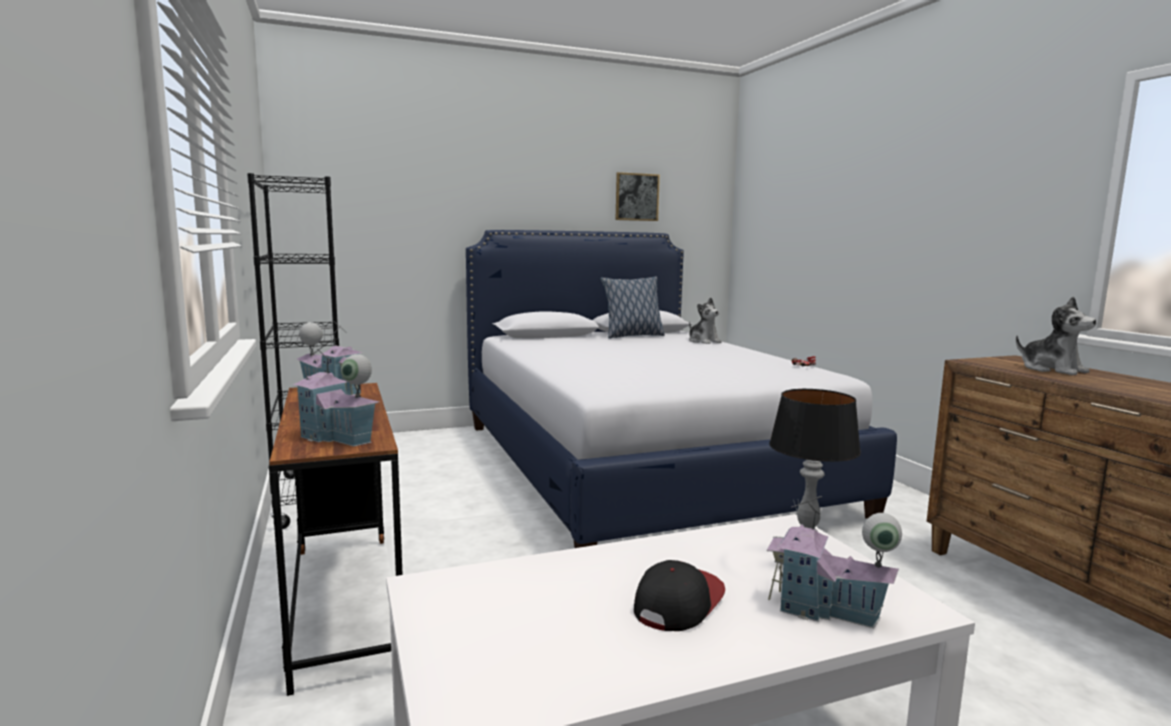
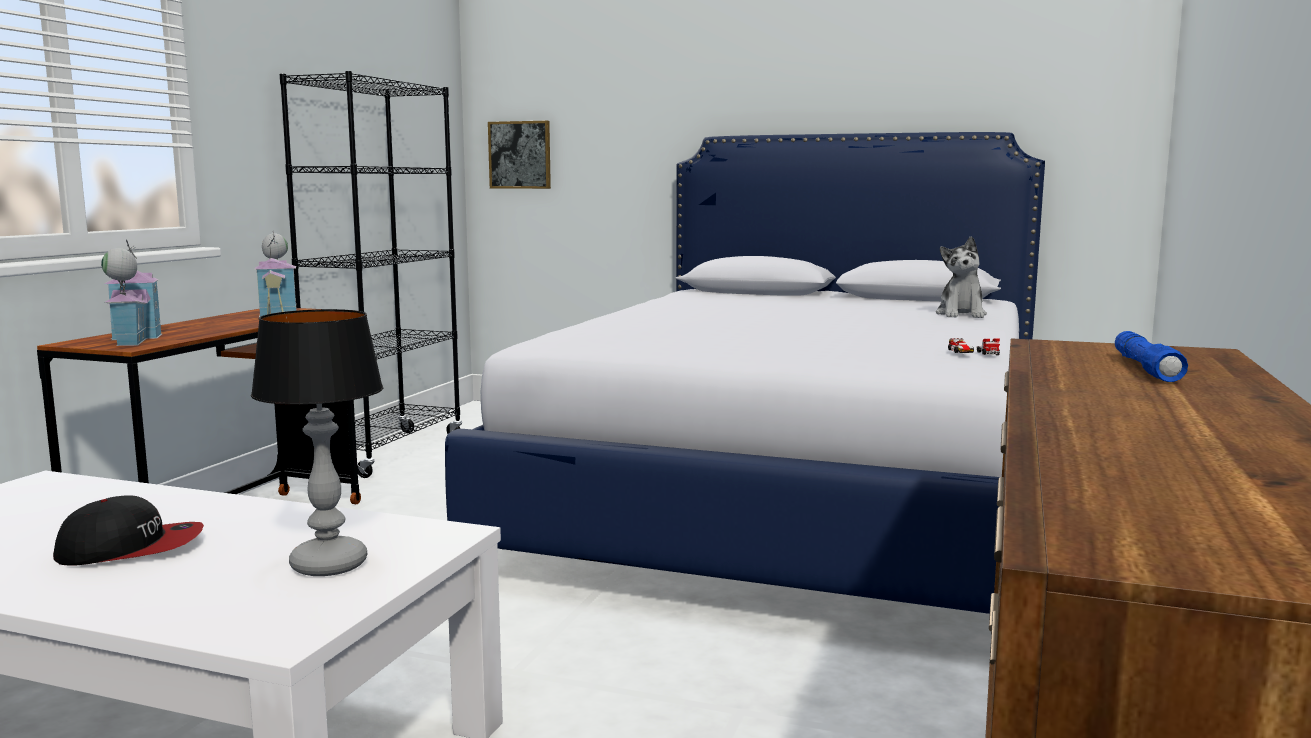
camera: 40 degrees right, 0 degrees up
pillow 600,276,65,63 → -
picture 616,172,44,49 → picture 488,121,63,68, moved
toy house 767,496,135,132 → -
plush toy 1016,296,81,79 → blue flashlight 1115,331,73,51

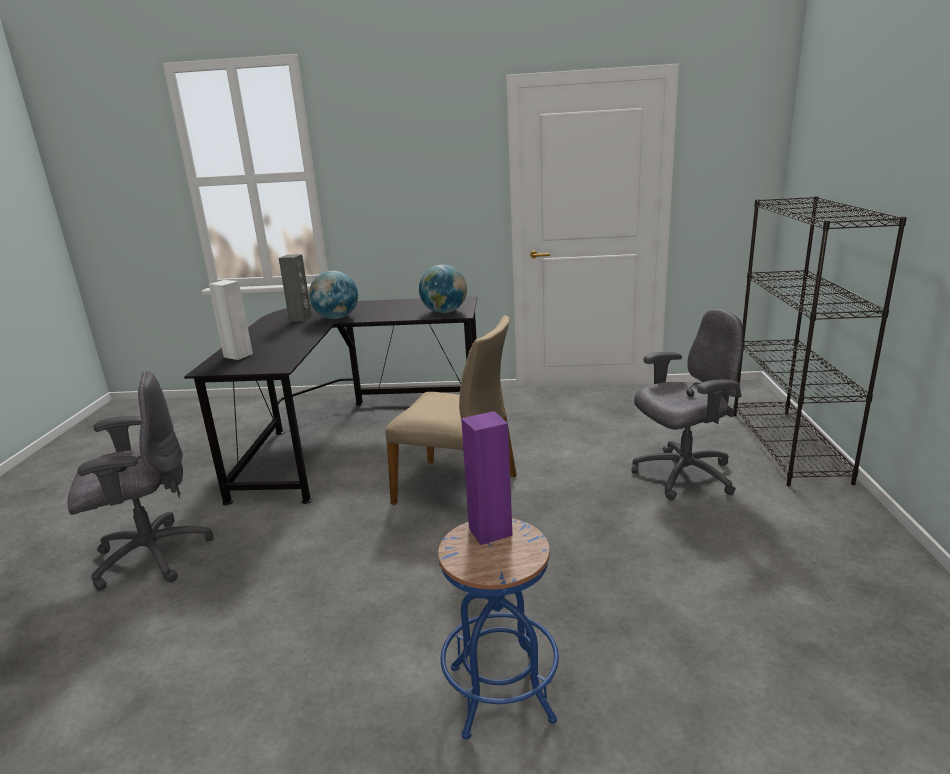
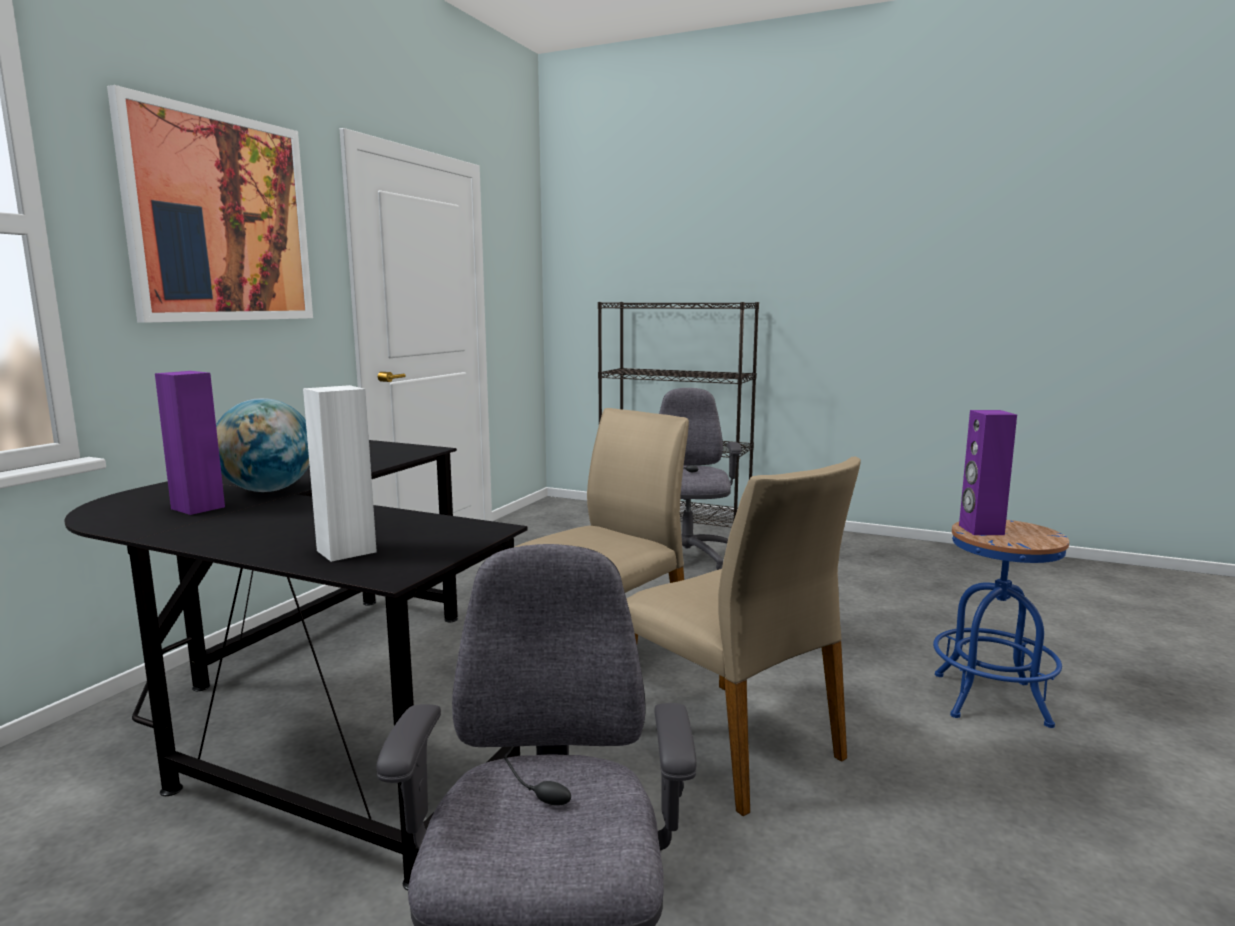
camera: 70 degrees left, 10 degrees down
grey speaker 279,254,33,68 → purple speaker 155,371,70,144
globe 419,265,48,48 → -
- → picture 107,85,206,238
- → beige chair 626,456,235,360

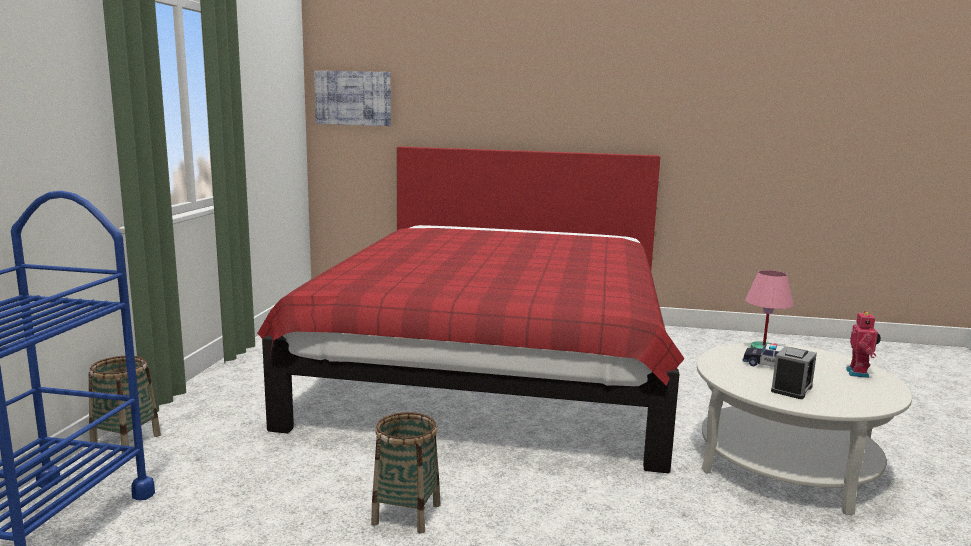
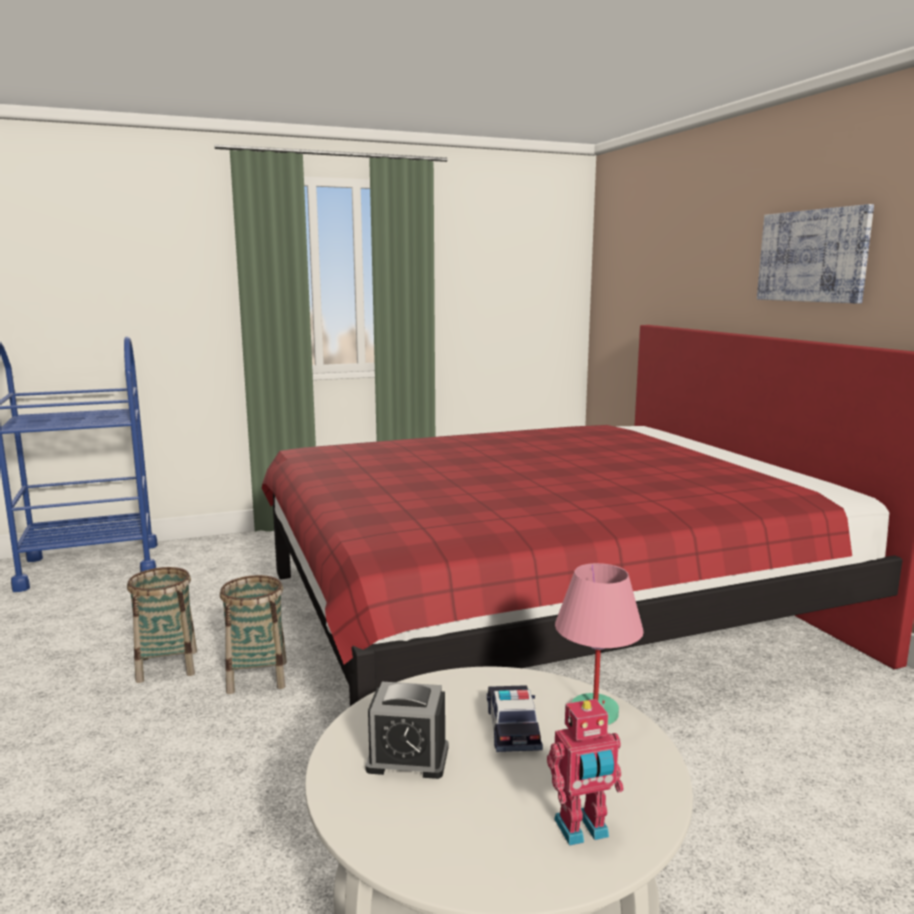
camera: 60 degrees right, 0 degrees up
basket 89,356,72,97 → basket 220,575,67,119, moved
picture 314,71,77,55 → picture 757,204,117,99, moved

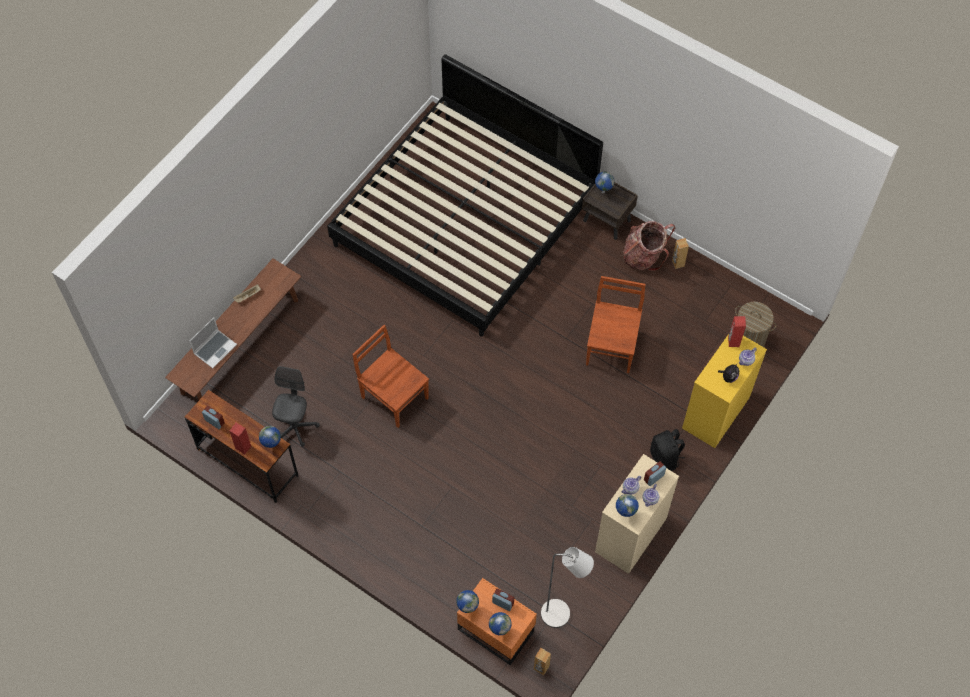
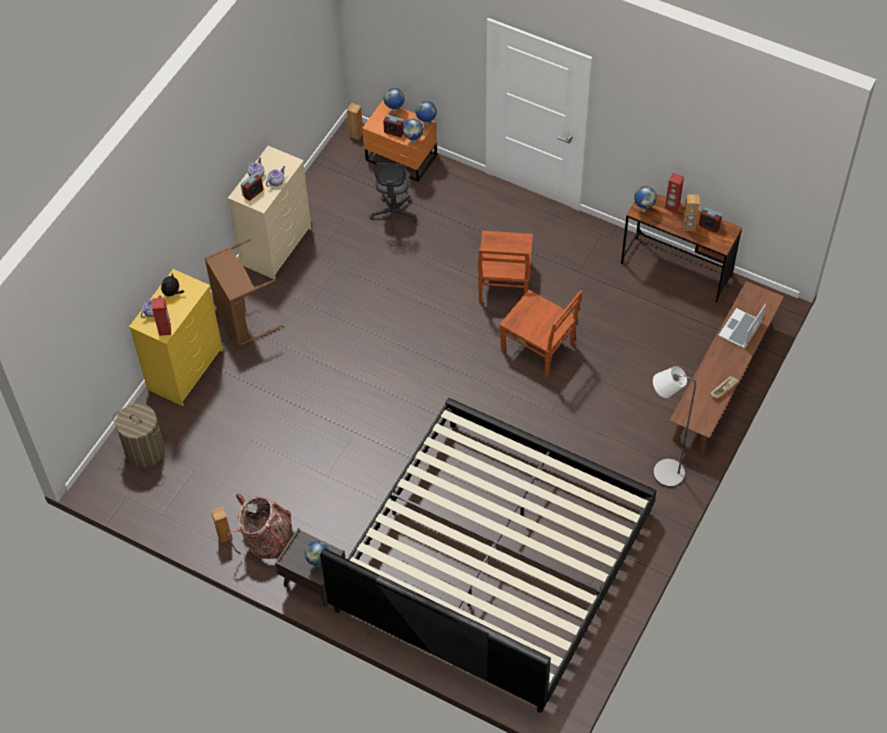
camera: 175 degrees right, 5 degrees down
grey office chair 272,366,48,81 → grey office chair 369,163,49,71, moved
grey floor lamp 541,547,53,81 → grey floor lamp 653,366,43,121, moved
brown chair 586,276,60,97 → brown chair 478,231,55,72, moved
globe 616,494,23,23 → globe 402,119,22,25, moved
black backpack 650,429,35,42 → brown laundry basket 205,239,77,107
- → brown speaker 682,194,18,37

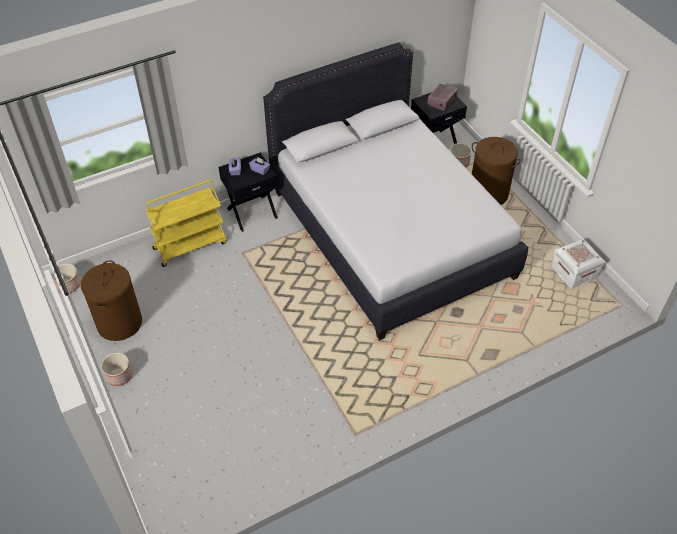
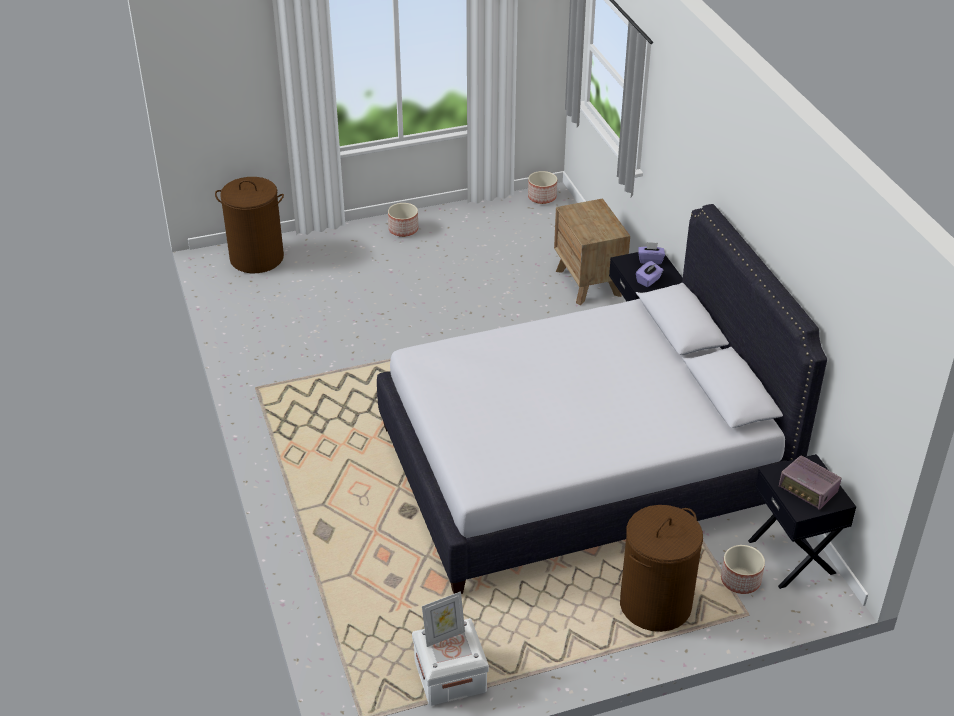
camera: 100 degrees right, 10 degrees down
brown laundry basket 81,260,61,81 → brown laundry basket 215,177,69,96, moved
yellow cart 146,180,81,87 → brown nightstand 554,198,76,107
- → picture frame 422,591,43,56

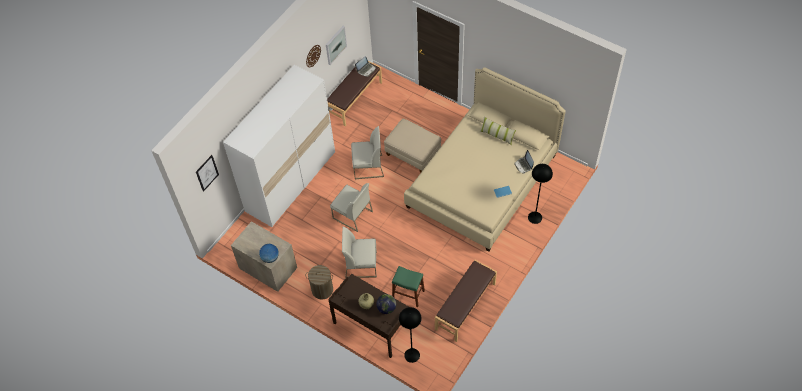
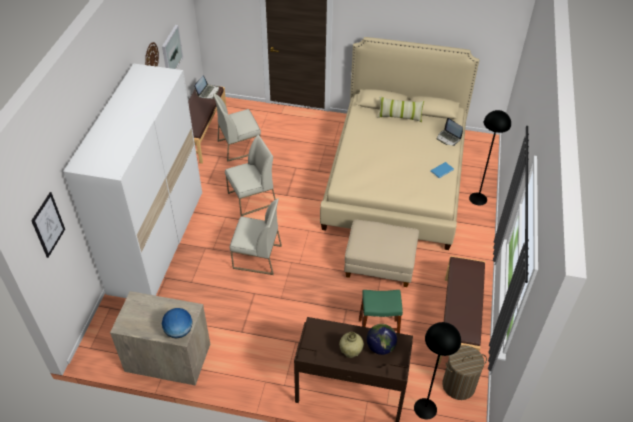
camera: 25 degrees left, 10 degrees down
laundry basket 305,265,28,34 → laundry basket 442,345,45,55, moved
white chair 342,227,35,51 → white chair 213,93,48,69, moved
beige ottoman 384,119,57,54 → beige ottoman 344,219,75,68, moved

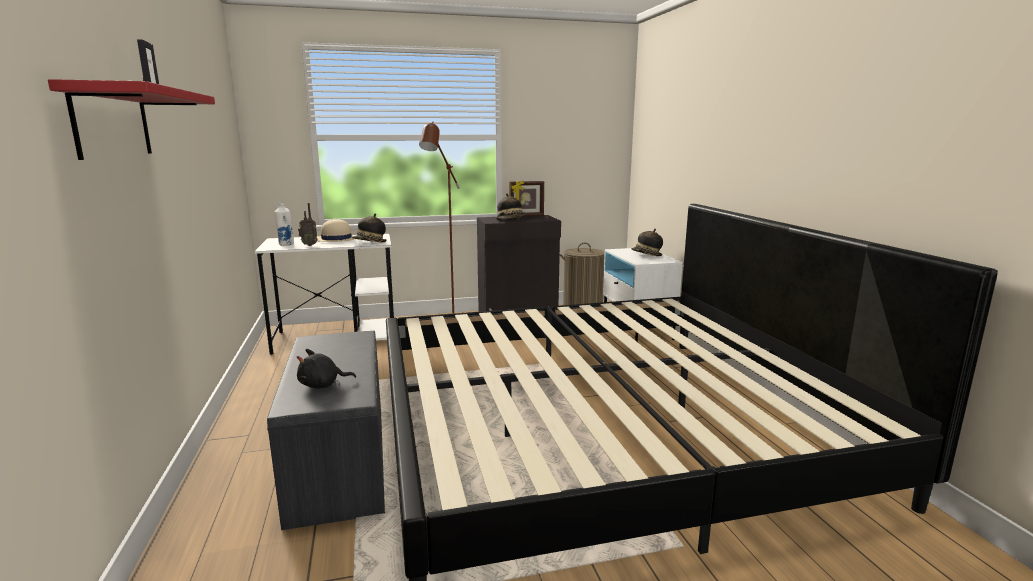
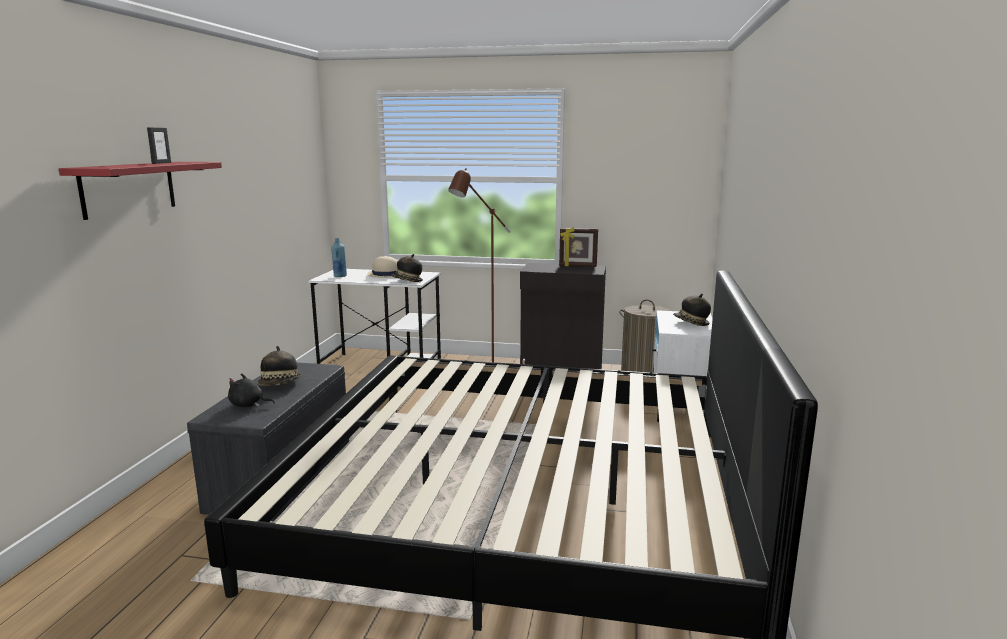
camera: 25 degrees right, 0 degrees up
white bottle 275,202,19,44 → blue bottle 331,238,16,39
radio 298,203,19,43 → -
hat 496,193,29,27 → hat 258,346,44,40, moved

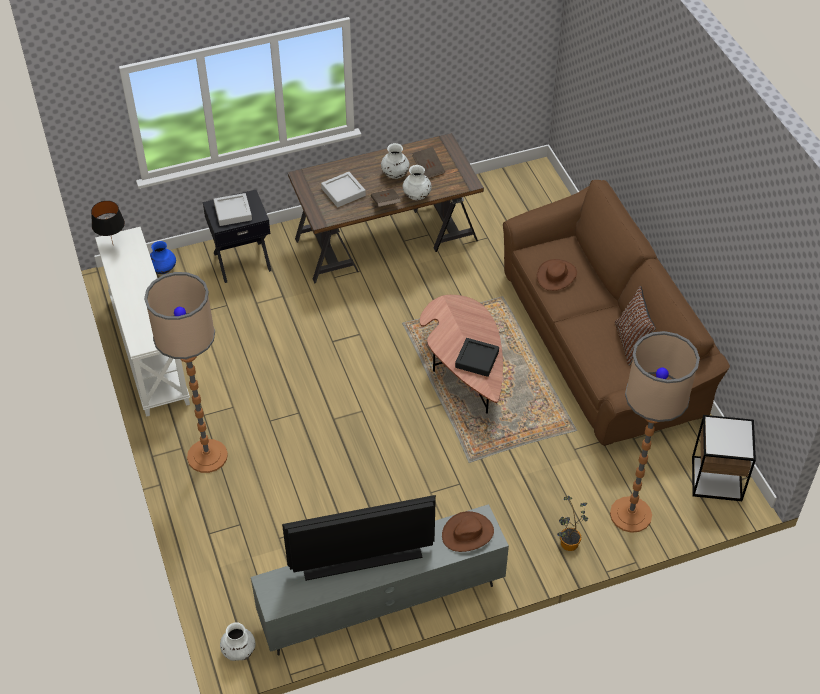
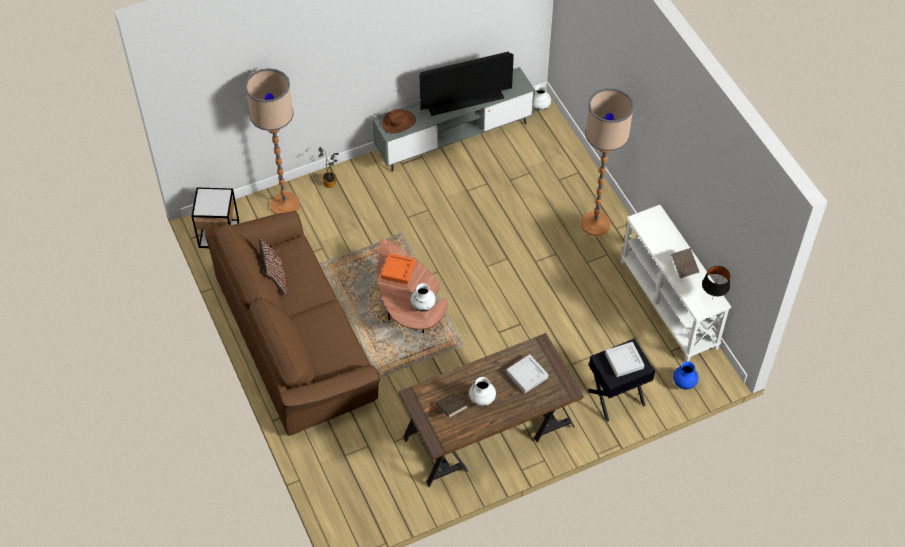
camera: 175 degrees right, 5 degrees up
brown book 371,189,30,18 → brown book 671,248,28,31, moved
white vase 402,165,30,35 → white vase 411,283,25,29, moved
black tray 455,338,44,39 → orange tray 381,253,34,31
brown hat 537,259,40,32 → -

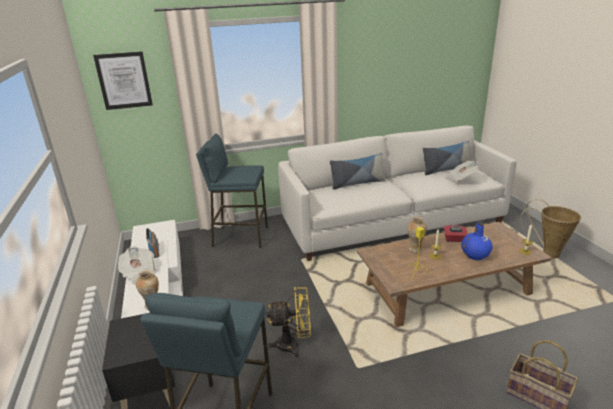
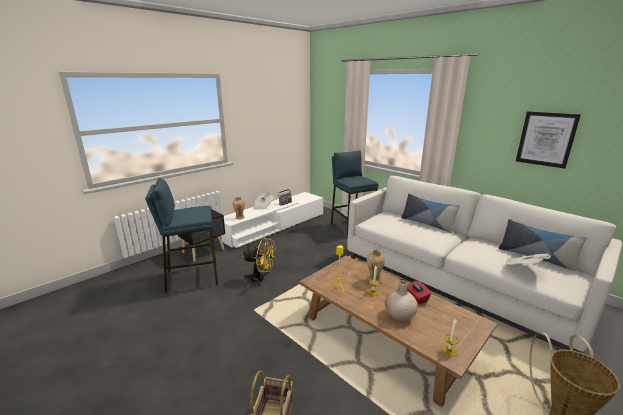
camera: 60 degrees right, 5 degrees down
picture 93,51,60,59 → picture 516,111,65,58, moved
yellow fan 266,287,45,70 → yellow fan 242,238,34,48, 45 degrees counterclockwise
blue vase 461,223,31,37 → beige vase 385,280,33,41

